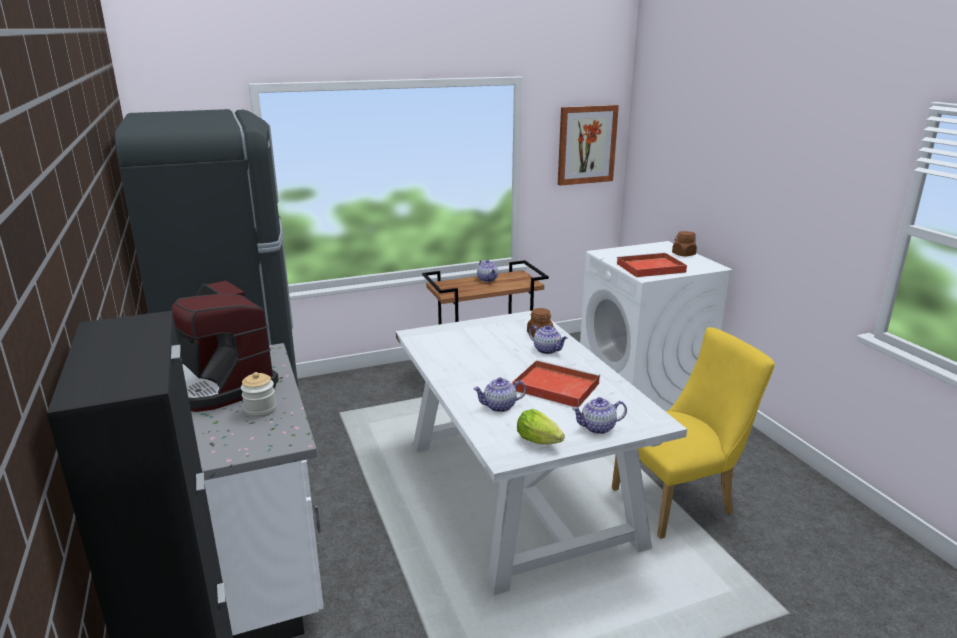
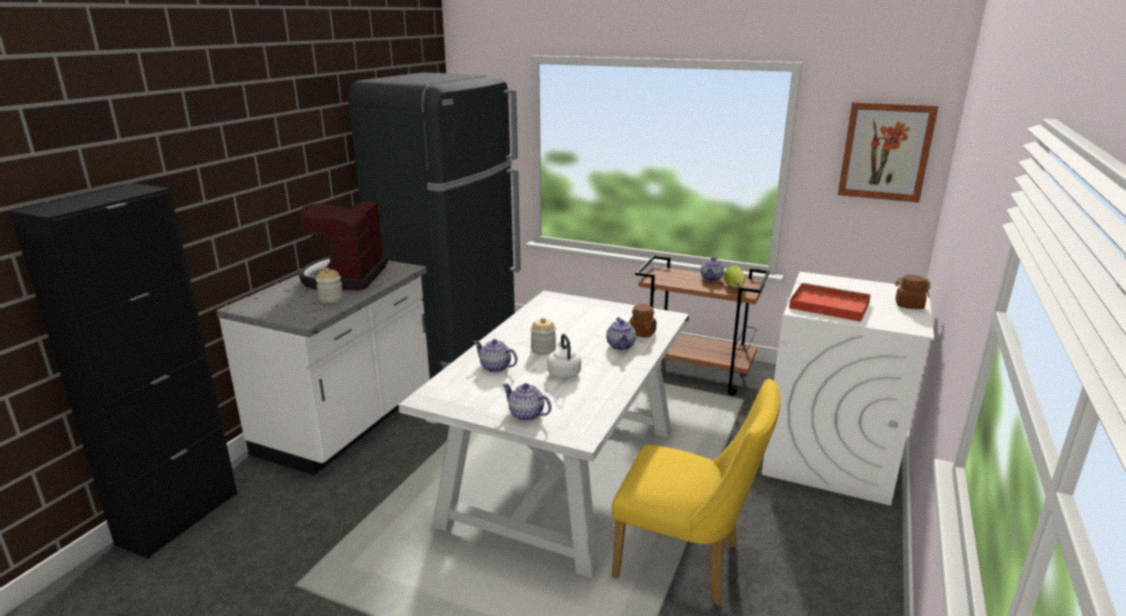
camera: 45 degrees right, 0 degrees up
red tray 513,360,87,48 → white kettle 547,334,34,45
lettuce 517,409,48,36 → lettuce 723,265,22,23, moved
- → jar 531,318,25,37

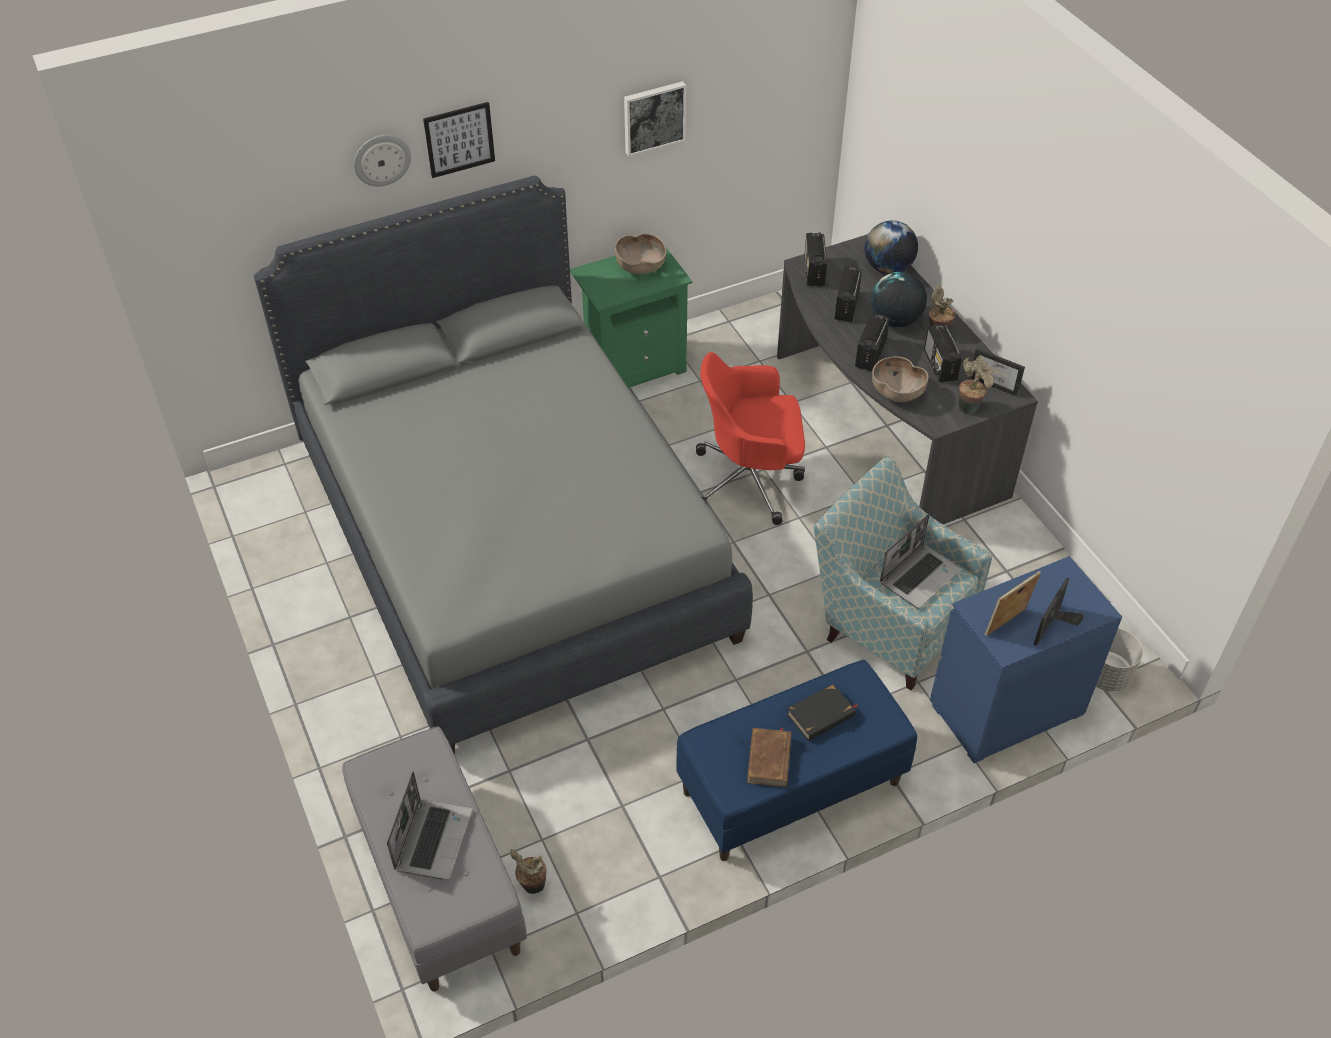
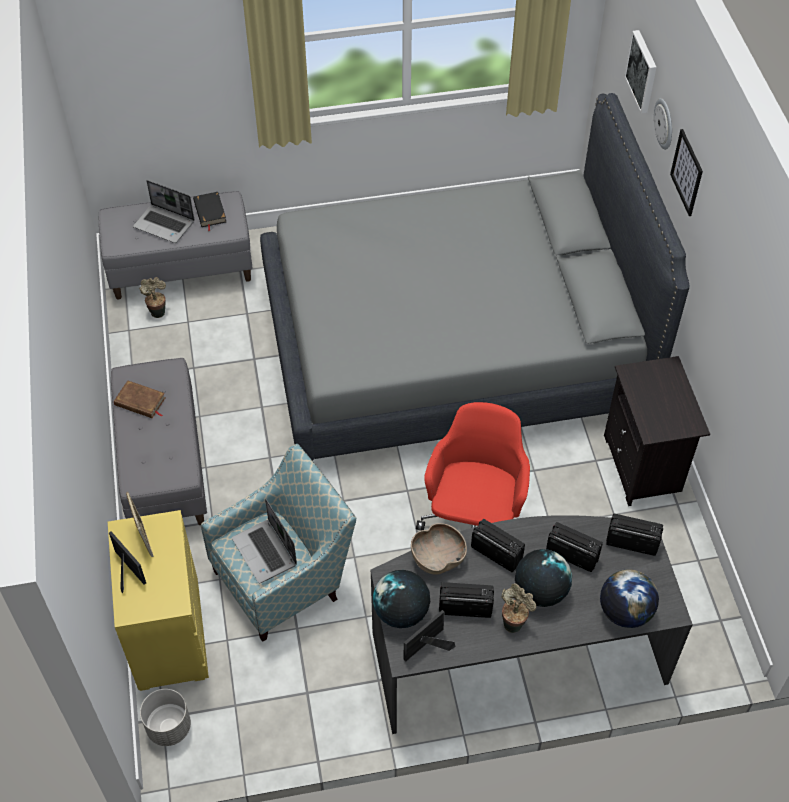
camera: 105 degrees right, 5 degrees up
green nightstand 570,248,122,140 → black nightstand 604,356,106,150
brown bowl 615,233,51,41 → -
picture 624,81,62,75 → picture 624,30,33,84, moved
blue bench 676,660,241,201 → grey bench 111,358,96,167
black book 787,684,71,57 → black book 193,192,33,39, moved
blue dresser 930,556,192,207 → yellow dresser 108,510,101,181
potted plant 958,356,36,58 → globe 373,570,57,58

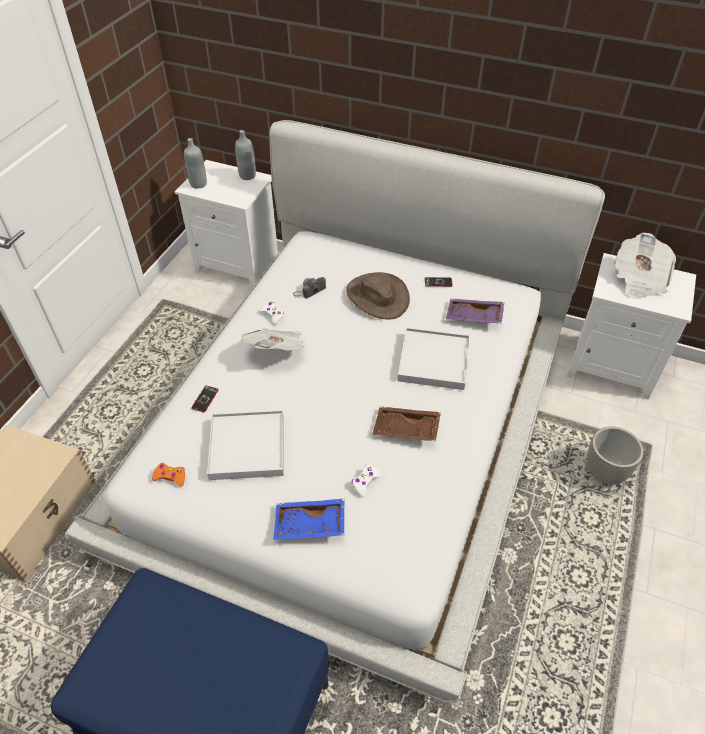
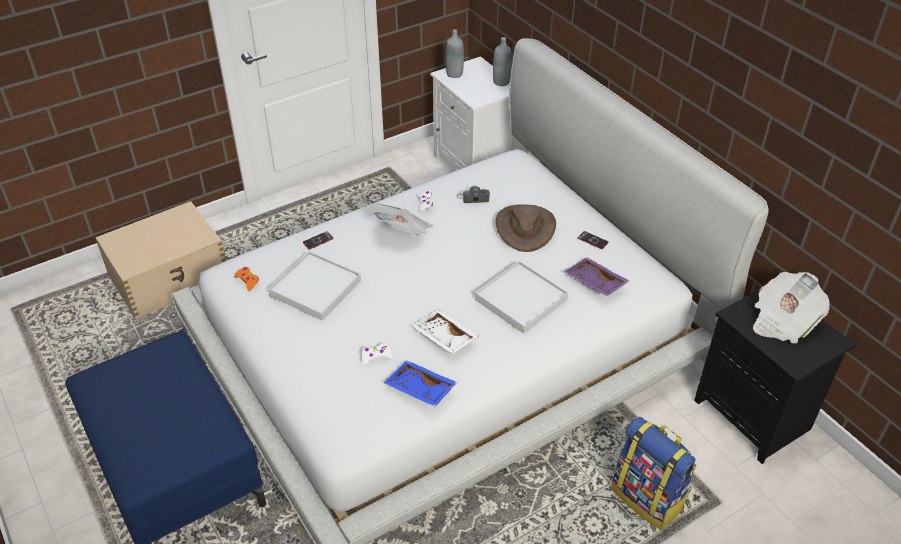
camera: 35 degrees right, 5 degrees down
blue tray 273,499,71,41 → blue tray 384,360,73,47, moved
brown tray 372,407,69,34 → white tray 412,309,67,45
white nightstand 567,253,129,147 → black nightstand 694,289,161,175
planter 586,427,58,57 → backpack 611,417,85,113

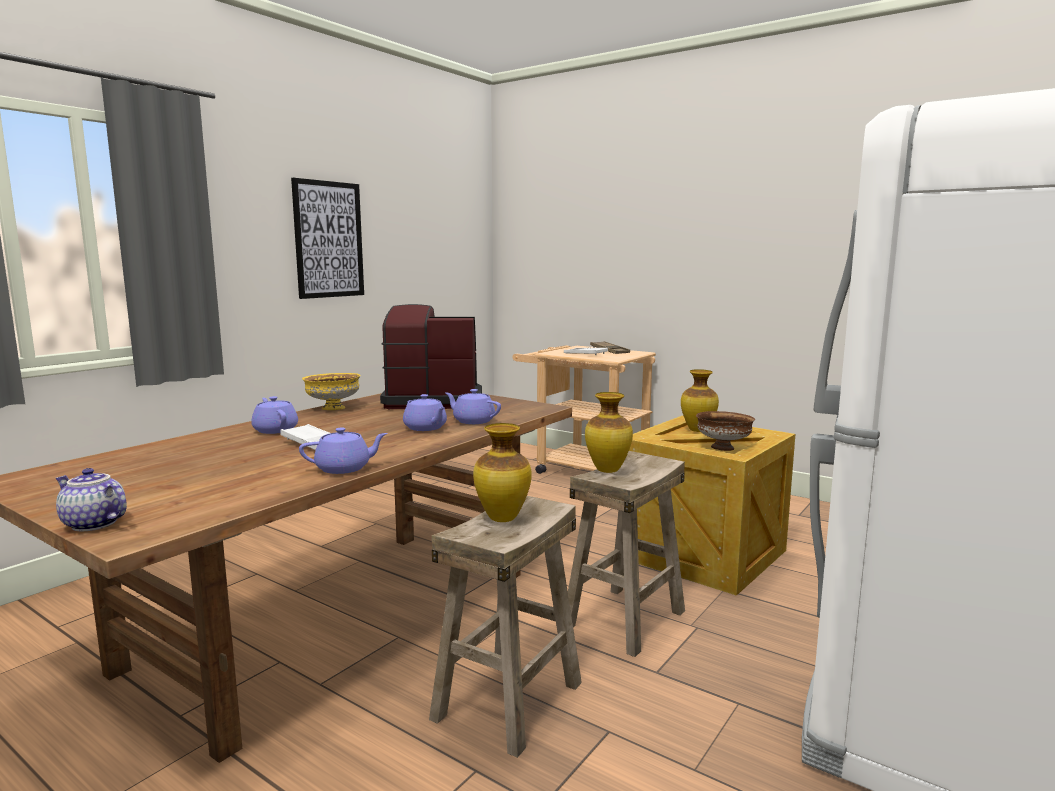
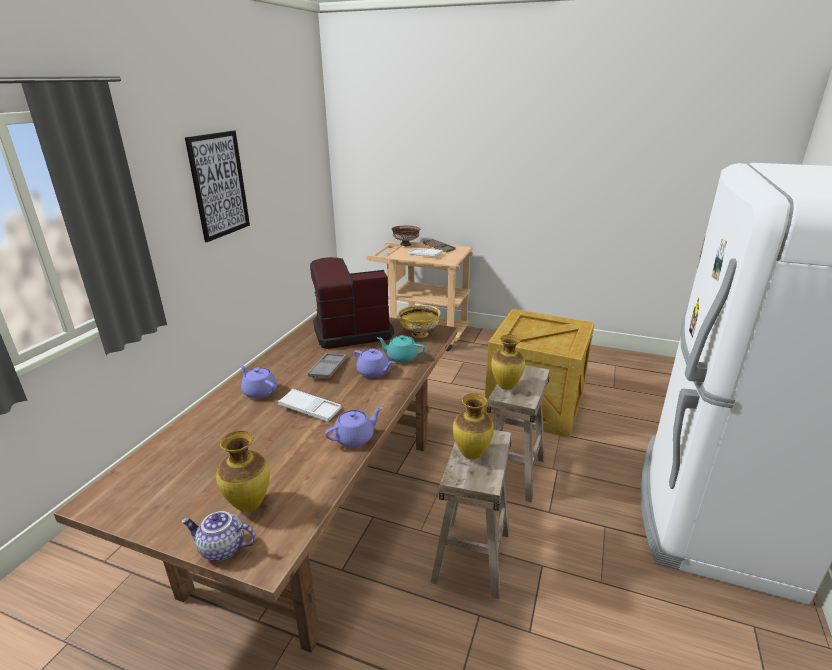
camera: 15 degrees left, 15 degrees up
yellow bowl 302,373,59,37 → yellow bowl 398,305,42,33, moved
purple teapot 446,389,55,35 → turquoise teapot 377,335,48,28
vase 681,369,38,63 → vase 216,431,54,81, moved
brown bowl 696,411,59,40 → brown bowl 392,226,28,20, moved
- → grey tray 308,353,39,26

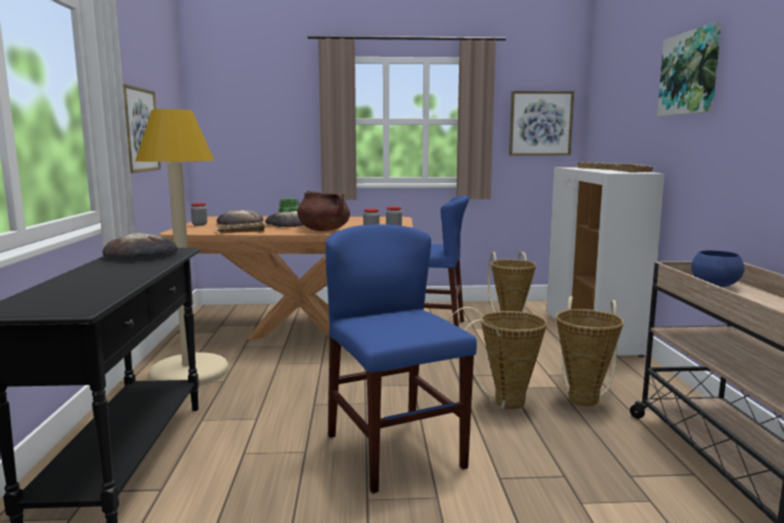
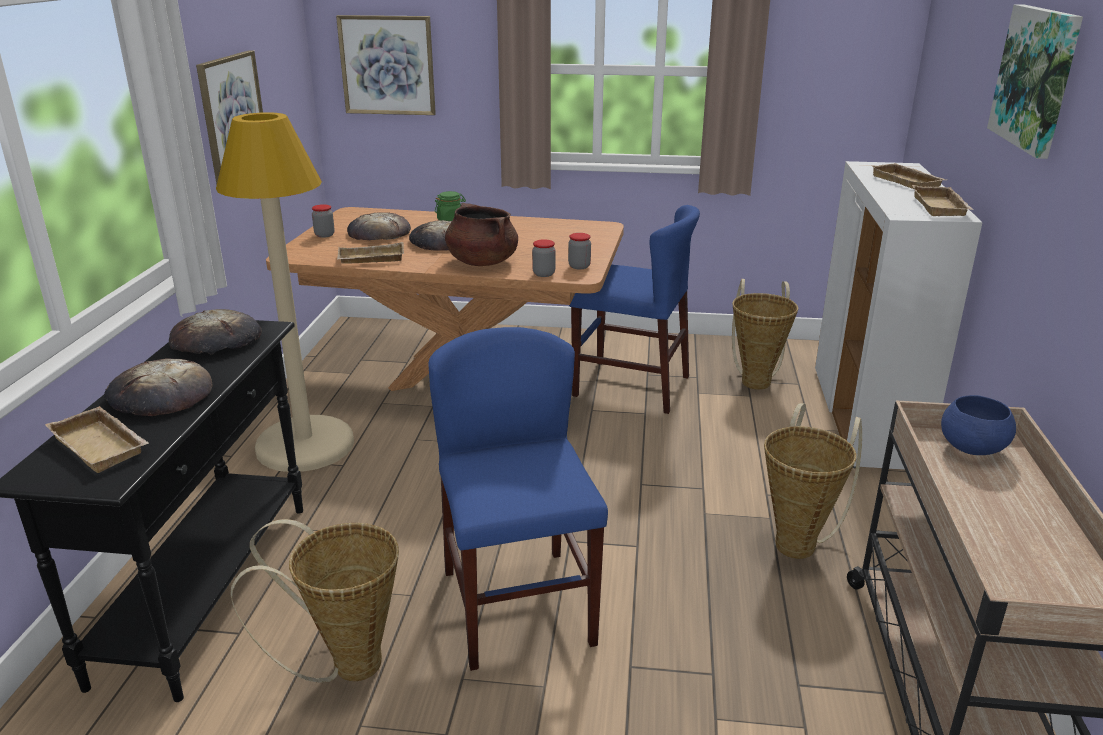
camera: 10 degrees right, 15 degrees up
basket 448,307,99,102 → basket 230,519,169,164, moved
picture 509,91,65,64 → picture 336,15,100,100, moved
- → beige tray 45,406,104,67
- → bread 104,358,109,58

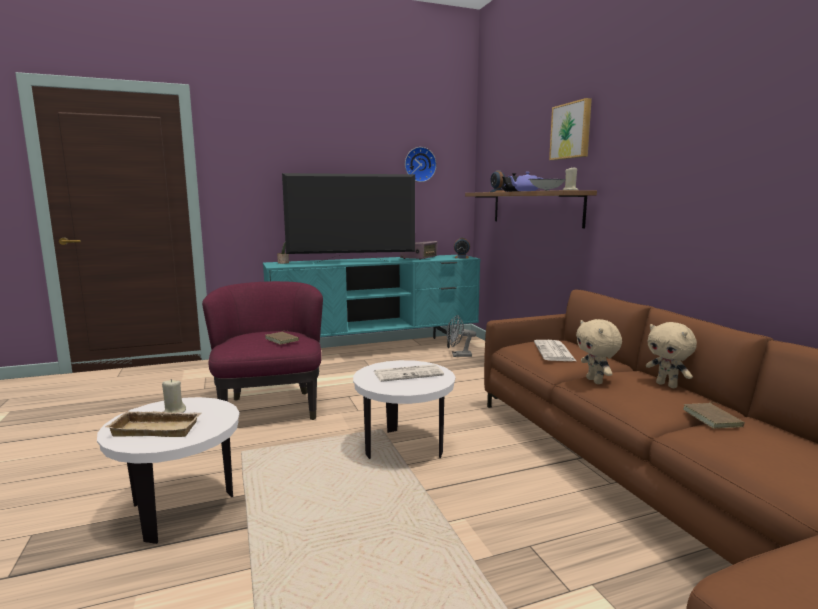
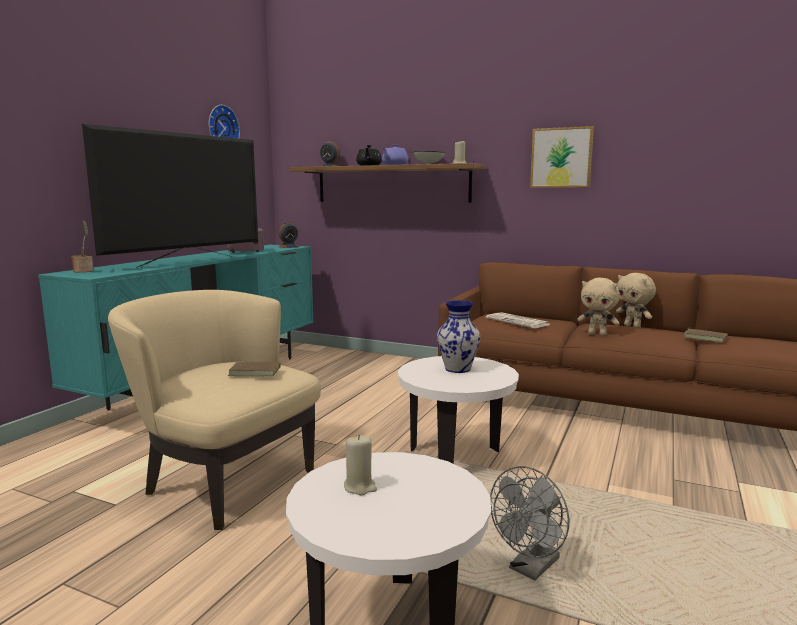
camera: 45 degrees left, 0 degrees up
beige tray 105,411,96,26 → -
purple armchair 202,281,121,139 → beige armchair 108,290,213,240
newspaper 374,364,70,18 → vase 437,300,43,73
grey fan 447,315,29,42 → grey fan 490,466,80,115, moved
picture 549,98,43,62 → picture 530,126,64,62, moved
beige plush toy 646,322,51,66 → beige plush toy 616,273,40,55, 45 degrees clockwise

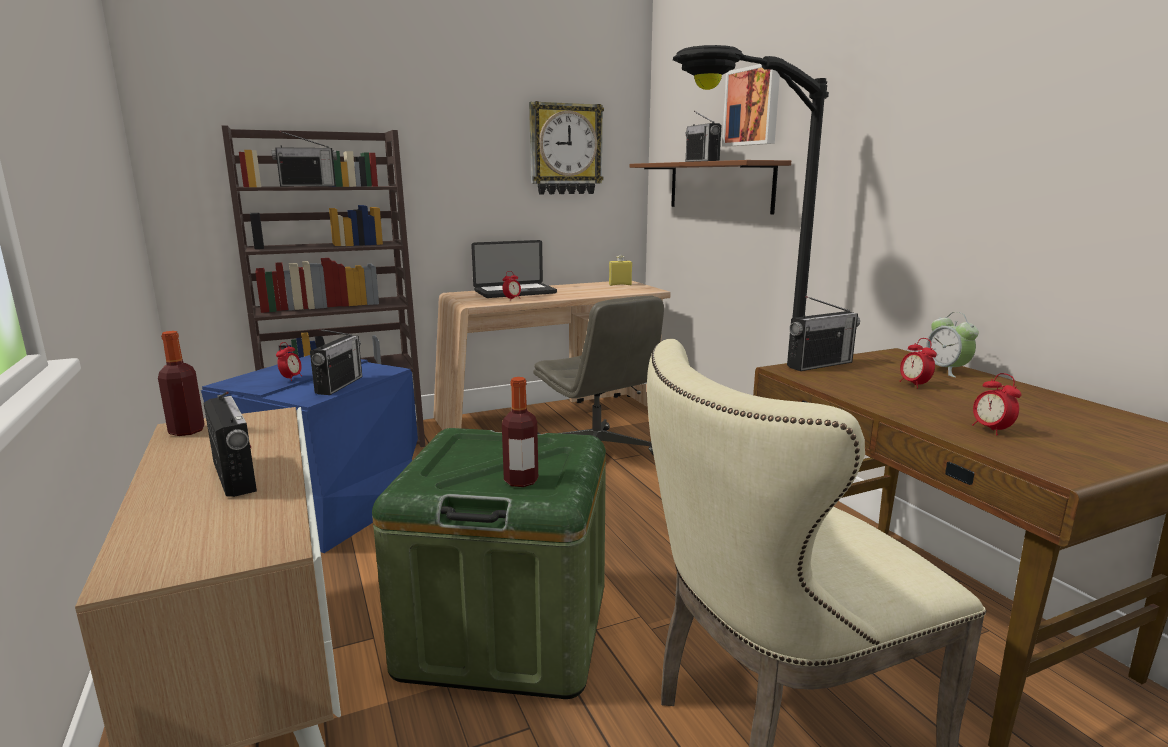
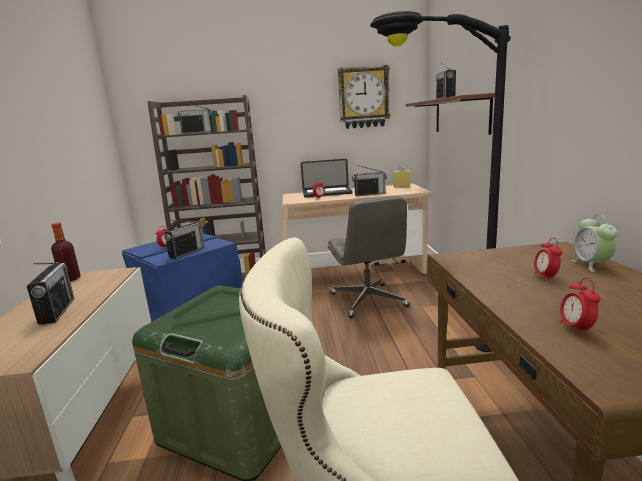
camera: 20 degrees right, 0 degrees up
bottle 502,377,36,110 → -
picture 722,64,58,83 → -
radio 787,296,73,75 → radio 352,165,35,31, moved

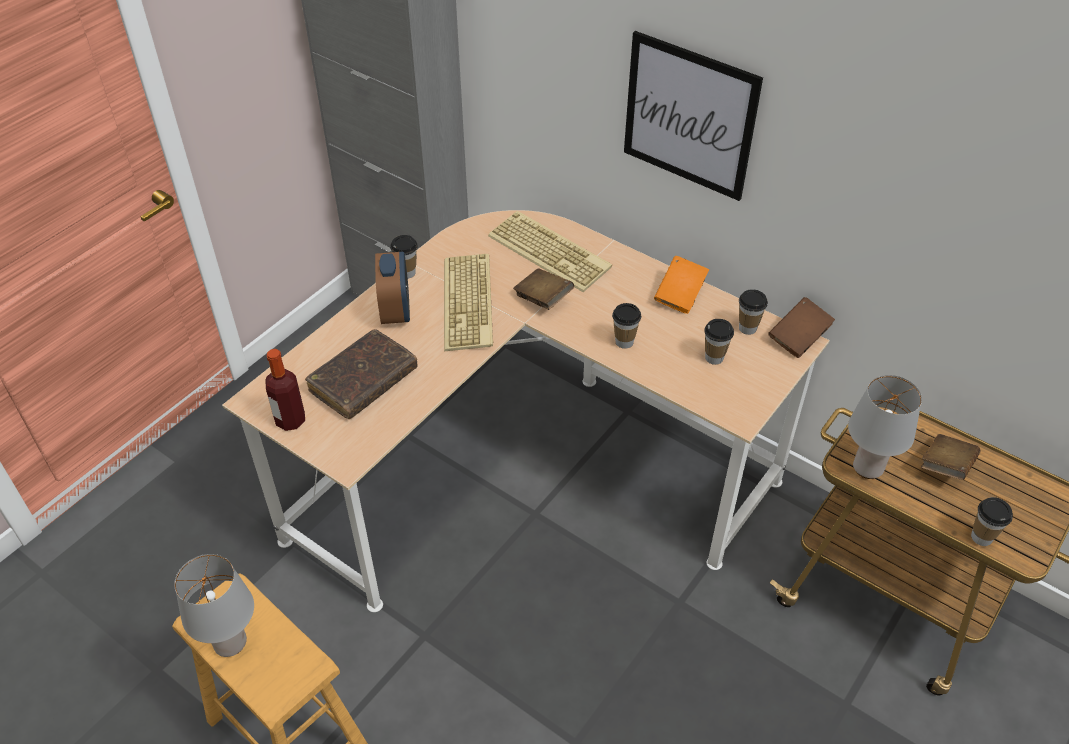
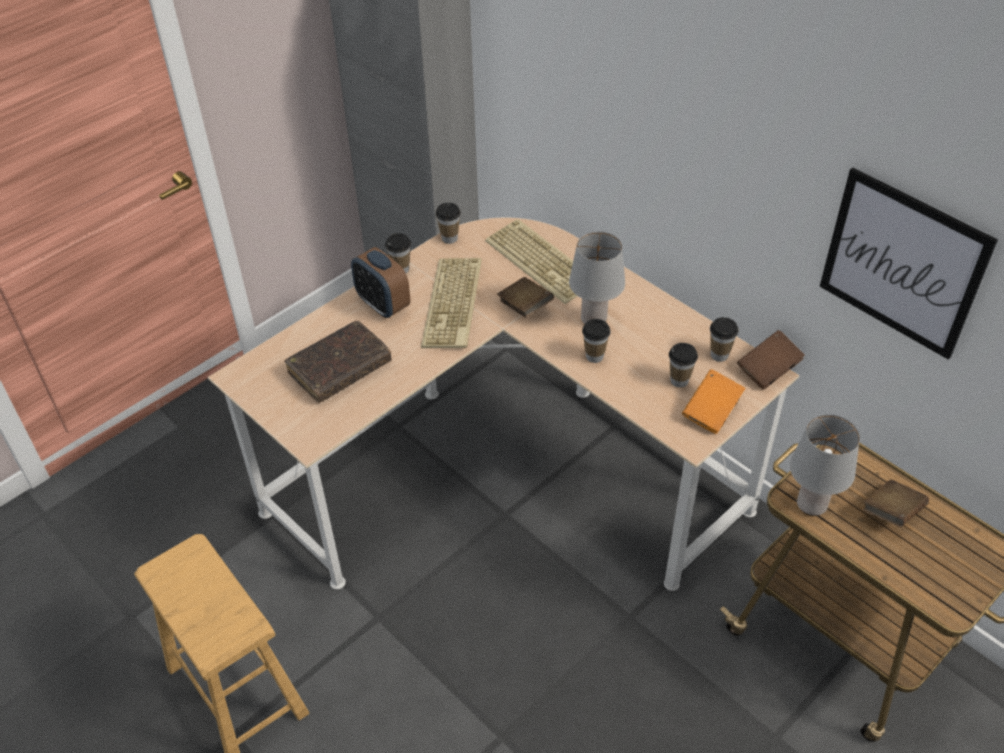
camera: 10 degrees right, 0 degrees up
grey table lamp 174,554,80,103 → grey table lamp 569,232,56,92, moved
bottle 265,349,40,82 → -
alarm clock 375,252,35,72 → alarm clock 351,247,59,71, 135 degrees clockwise
picture 624,31,139,170 → picture 820,167,178,193, moved
orange book 654,256,55,58 → orange book 682,369,63,65, moved
cup 971,497,42,49 → cup 435,203,26,41, moved

